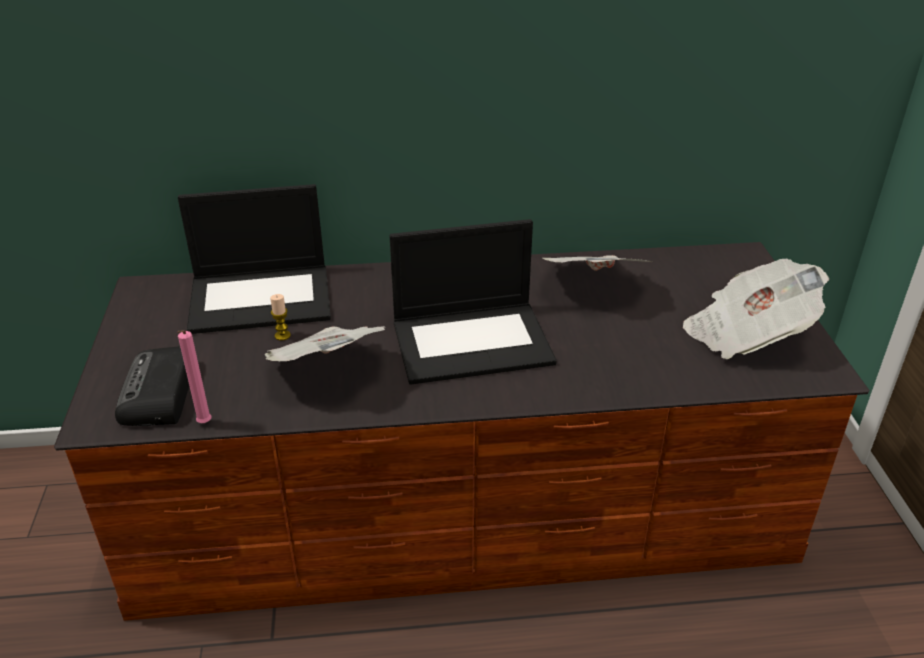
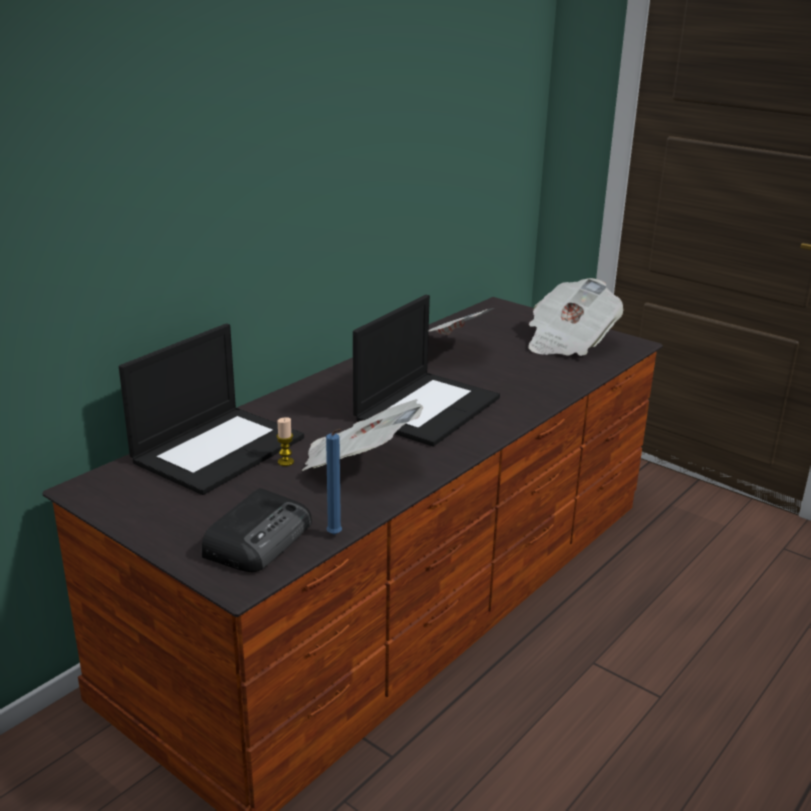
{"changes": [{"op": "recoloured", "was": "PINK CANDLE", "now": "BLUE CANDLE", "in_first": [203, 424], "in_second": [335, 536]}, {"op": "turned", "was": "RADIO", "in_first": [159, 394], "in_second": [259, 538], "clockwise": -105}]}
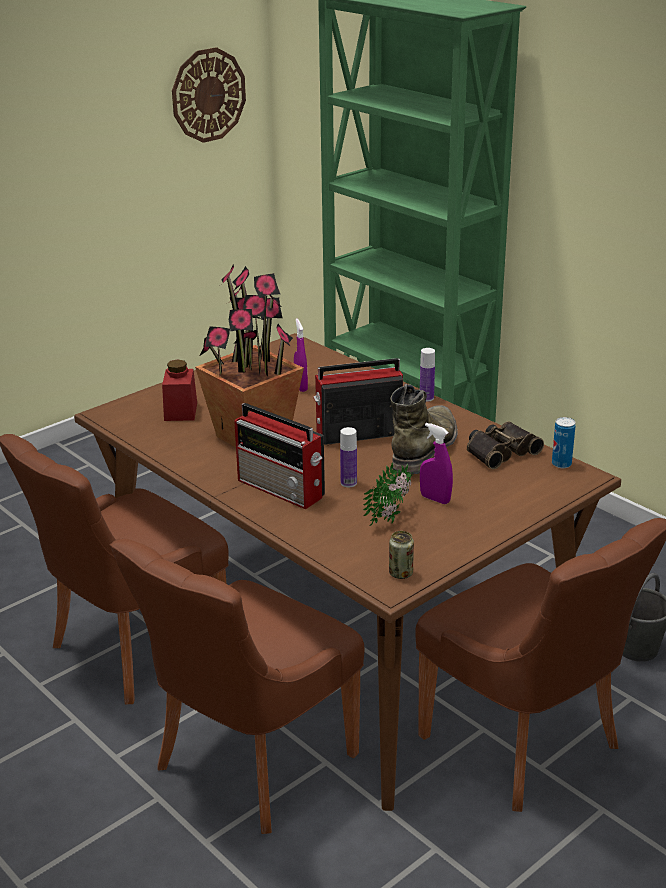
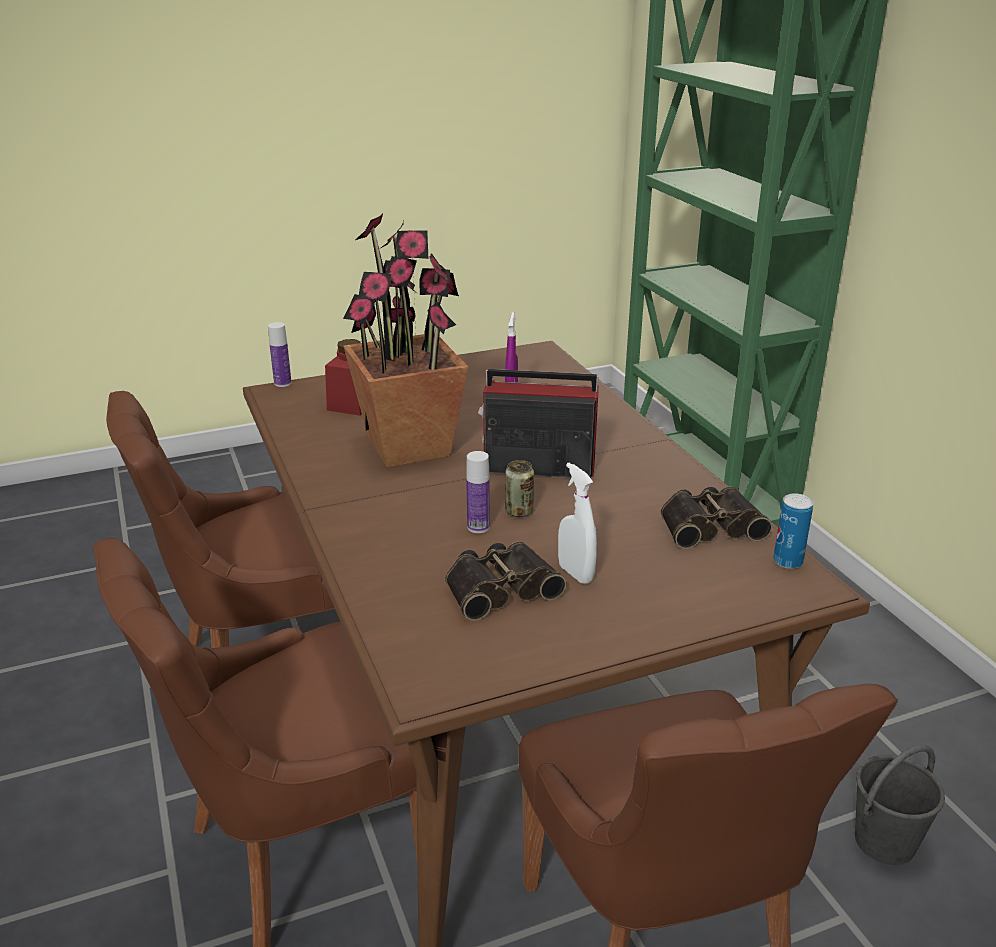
{"changes": [{"op": "removed", "was": "WALL CLOCK", "in_first": [208, 95]}, {"op": "moved", "was": "BOTTLE", "in_first": [426, 398], "in_second": [282, 383]}, {"op": "removed", "was": "GREEN BOOT", "in_first": [425, 448]}, {"op": "removed", "was": "RADIO", "in_first": [282, 489]}, {"op": "recoloured", "was": "PURPLE SPRAY BOTTLE", "now": "WHITE SPRAY BOTTLE", "in_first": [435, 499], "in_second": [575, 574]}, {"op": "replaced", "was": "POTTED PLANT", "now": "BINOCULARS", "in_first": [392, 518], "in_second": [499, 588]}, {"op": "moved", "was": "CAN", "in_first": [401, 573], "in_second": [519, 512]}]}
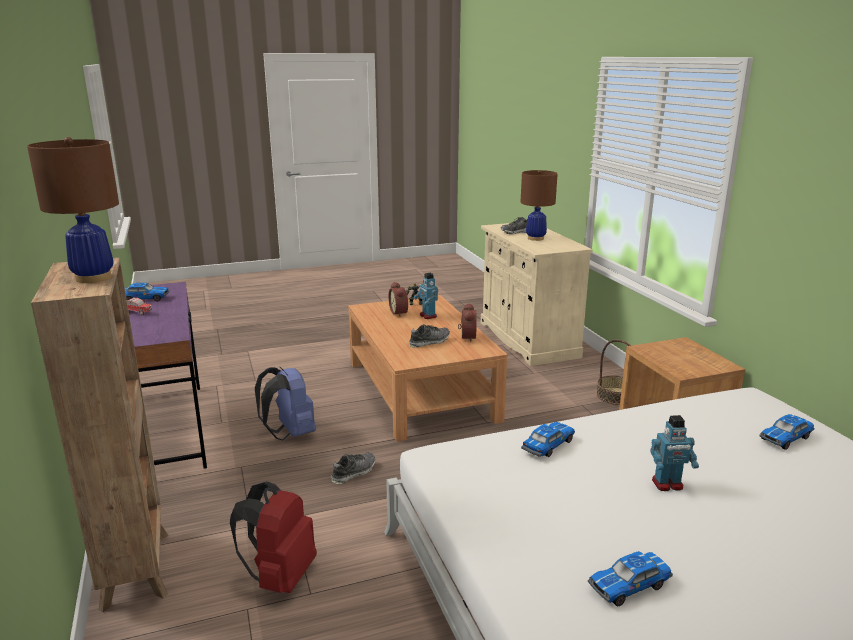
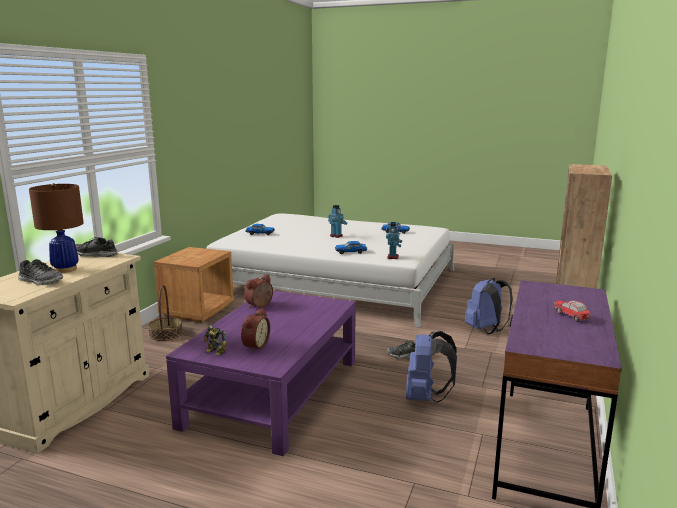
{"changes": [{"op": "removed", "was": "BROWN TABLE LAMP", "in_first": [93, 278]}, {"op": "moved", "was": "TOY ROBOT", "in_first": [427, 316], "in_second": [393, 257]}, {"op": "removed", "was": "TOY CAR", "in_first": [144, 299]}, {"op": "recoloured", "was": "BROWN COFFEE TABLE", "now": "PURPLE COFFEE TABLE", "in_first": [420, 390], "in_second": [273, 392]}, {"op": "moved", "was": "SHOE", "in_first": [429, 342], "in_second": [96, 255]}, {"op": "recoloured", "was": "RED BACKPACK", "now": "BLUE BACKPACK", "in_first": [280, 576], "in_second": [486, 330]}]}
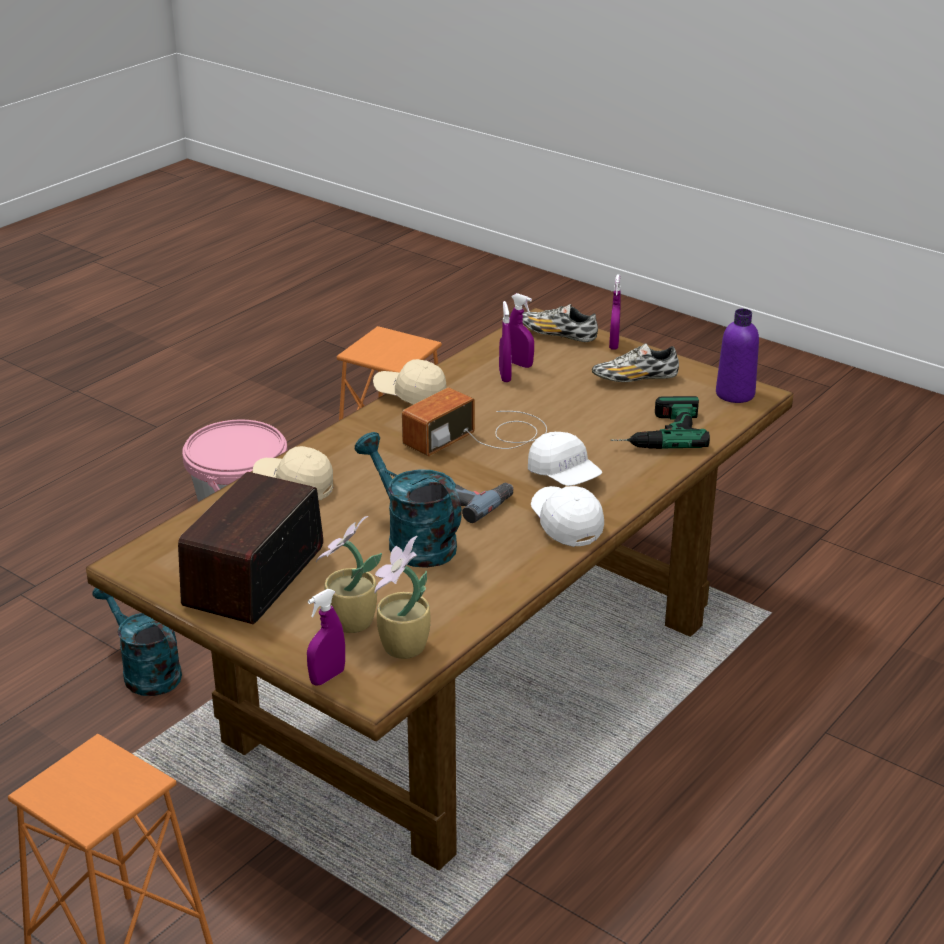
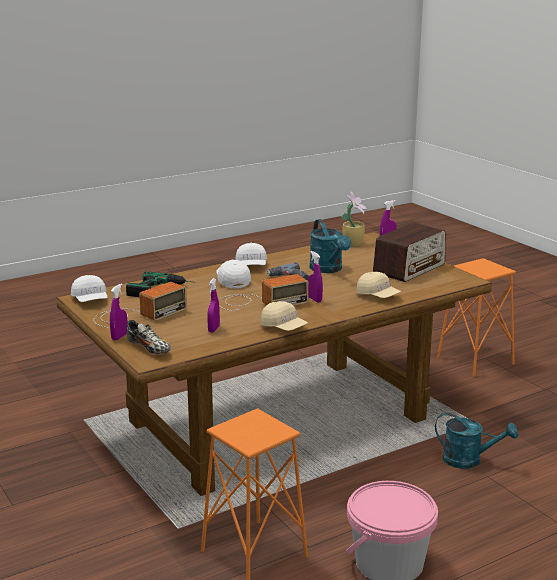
{"changes": [{"op": "moved", "was": "PURPLE SPRAY BOTTLE", "in_first": [519, 364], "in_second": [314, 299]}, {"op": "replaced", "was": "PURPLE BOTTLE", "now": "WHITE CAP", "in_first": [735, 394], "in_second": [90, 300]}, {"op": "replaced", "was": "SHOE", "now": "RADIO", "in_first": [635, 379], "in_second": [136, 315]}, {"op": "removed", "was": "POTTED PLANT", "in_first": [350, 623]}, {"op": "turned", "was": "TURQUOISE WATERING CAN", "in_first": [145, 671], "in_second": [469, 460], "clockwise": -45}]}
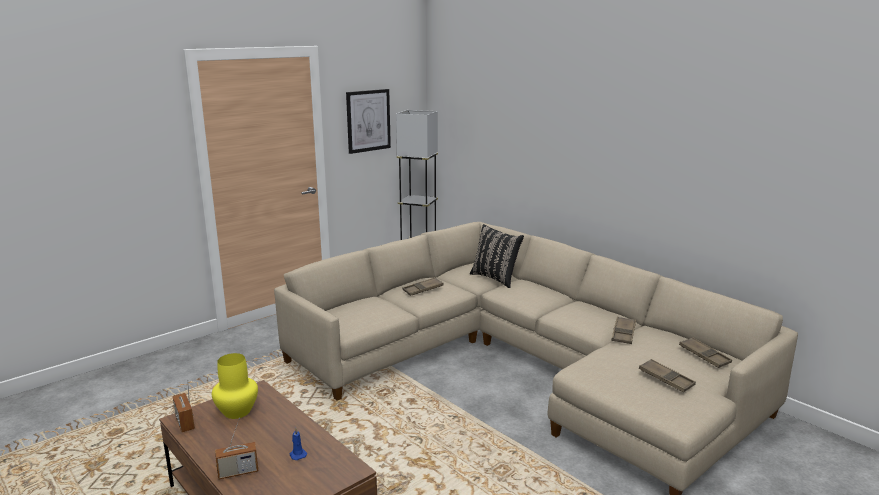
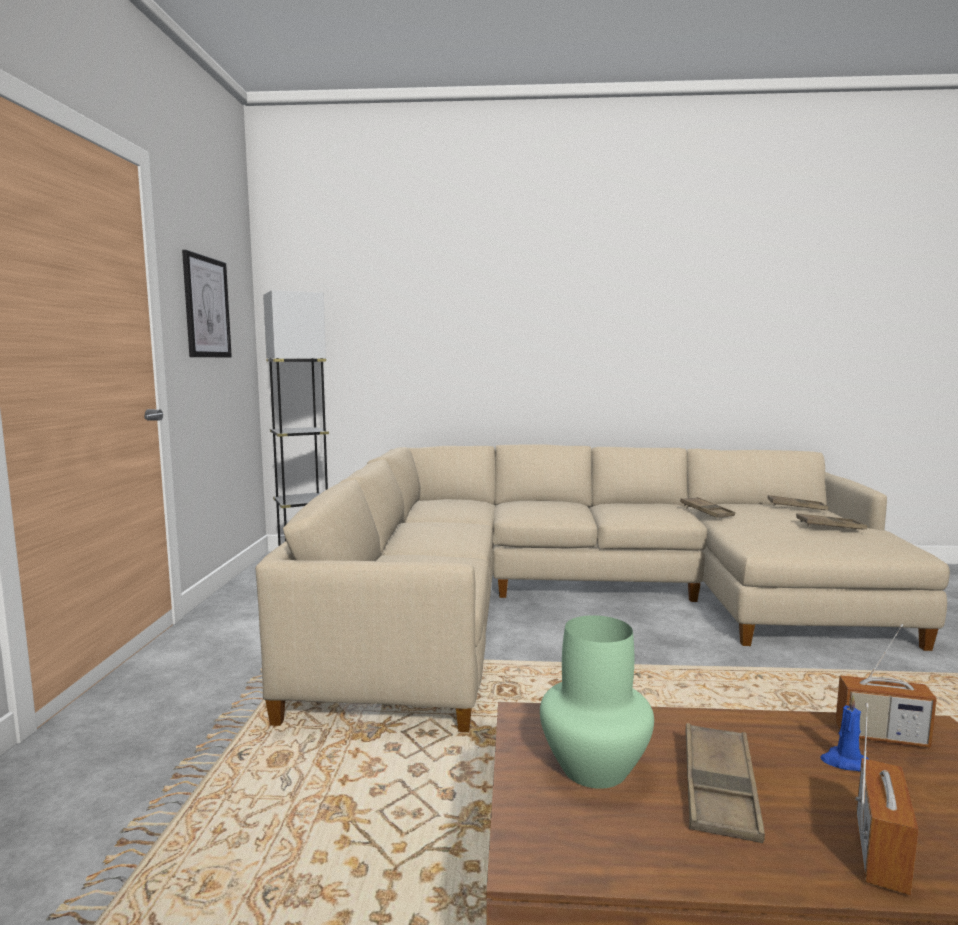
{"changes": [{"op": "removed", "was": "BLACK PILLOW", "in_first": [496, 278]}, {"op": "moved", "was": "BROWN TRAY", "in_first": [423, 289], "in_second": [719, 789]}, {"op": "recoloured", "was": "YELLOW VASE", "now": "GREEN VASE", "in_first": [236, 411], "in_second": [594, 769]}, {"op": "moved", "was": "RADIO", "in_first": [184, 423], "in_second": [881, 736]}]}
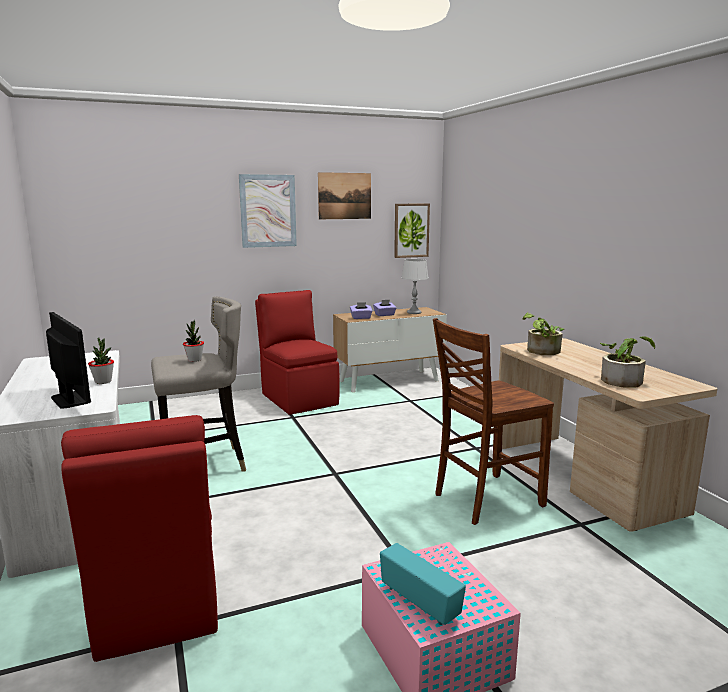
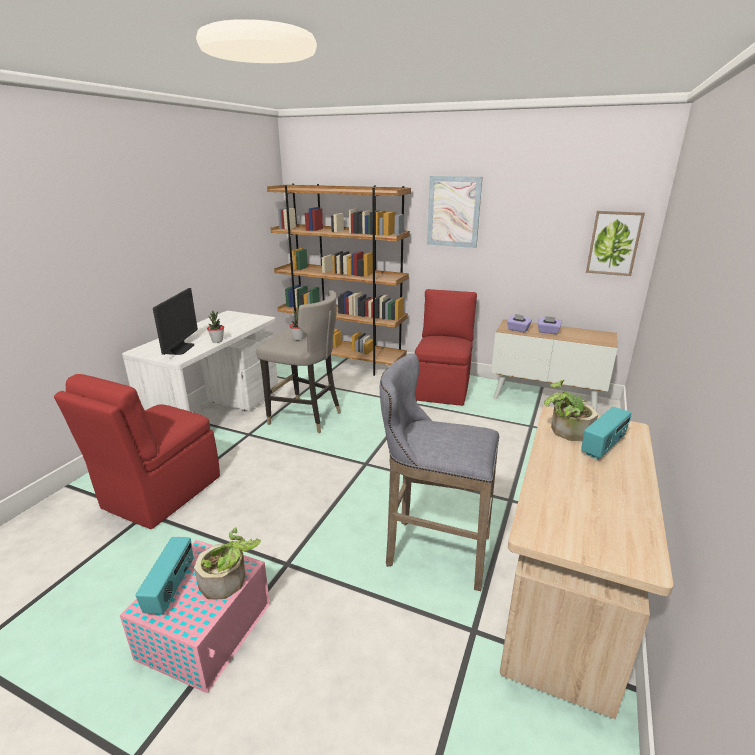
{"changes": [{"op": "removed", "was": "PICTURE", "in_first": [344, 196]}, {"op": "removed", "was": "GREY TABLE LAMP", "in_first": [414, 312]}, {"op": "replaced", "was": "BROWN CHAIR", "now": "GREY STOOL", "in_first": [485, 499], "in_second": [432, 551]}, {"op": "moved", "was": "POTTED PLANT", "in_first": [623, 380], "in_second": [229, 580]}, {"op": "added", "now": "BROWN BOOKCASE", "in_second": [343, 362]}, {"op": "added", "now": "RADIO", "in_second": [603, 447]}]}
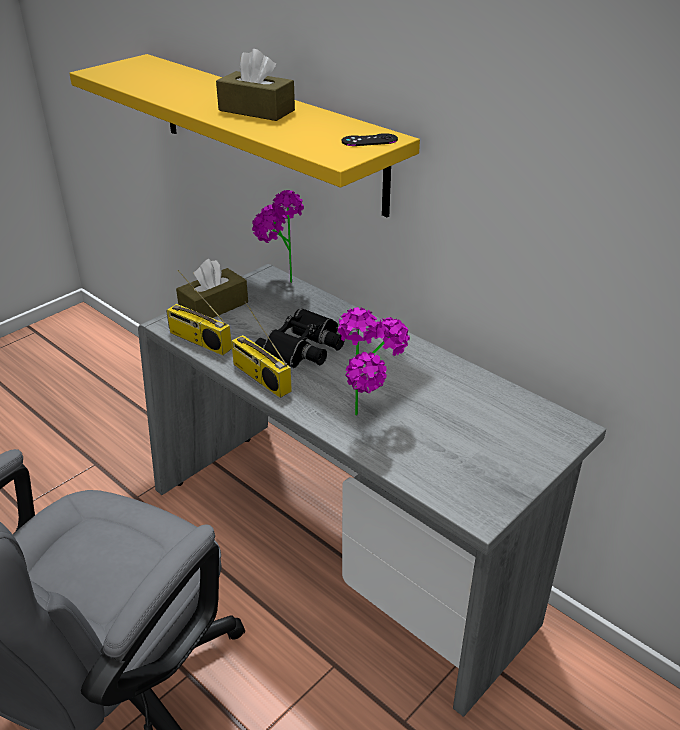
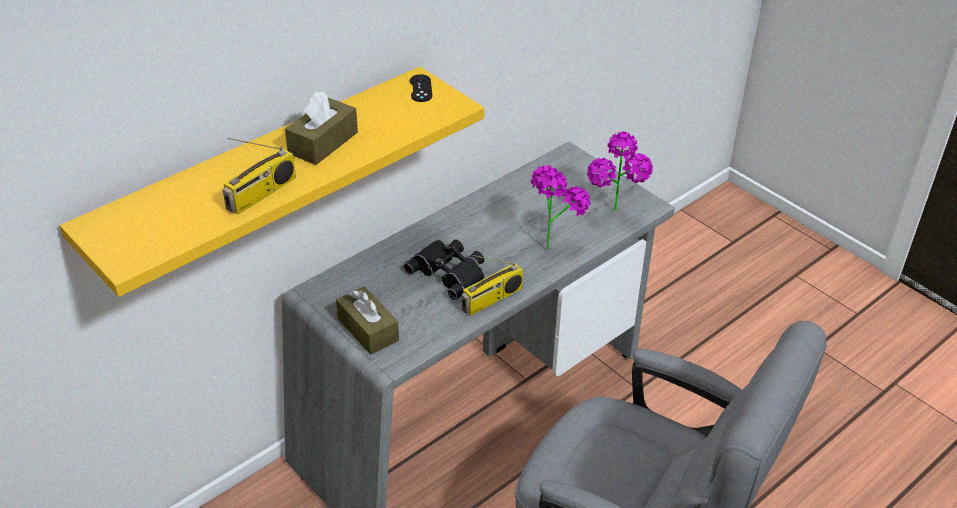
{"changes": [{"op": "moved", "was": "POTTED PLANT", "in_first": [278, 282], "in_second": [615, 217]}, {"op": "moved", "was": "RADIO", "in_first": [198, 340], "in_second": [261, 194]}]}
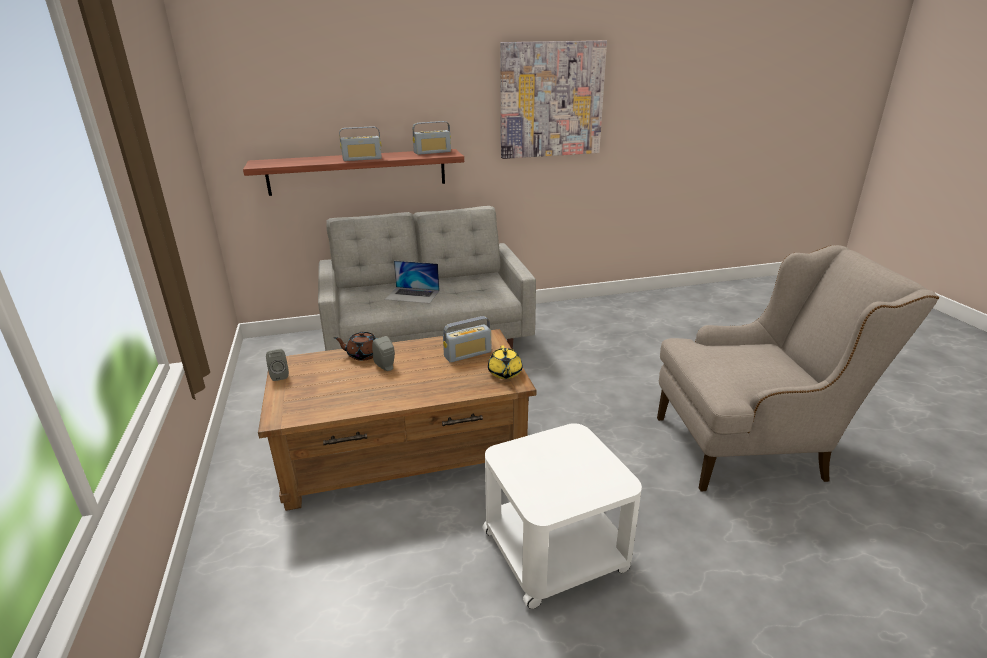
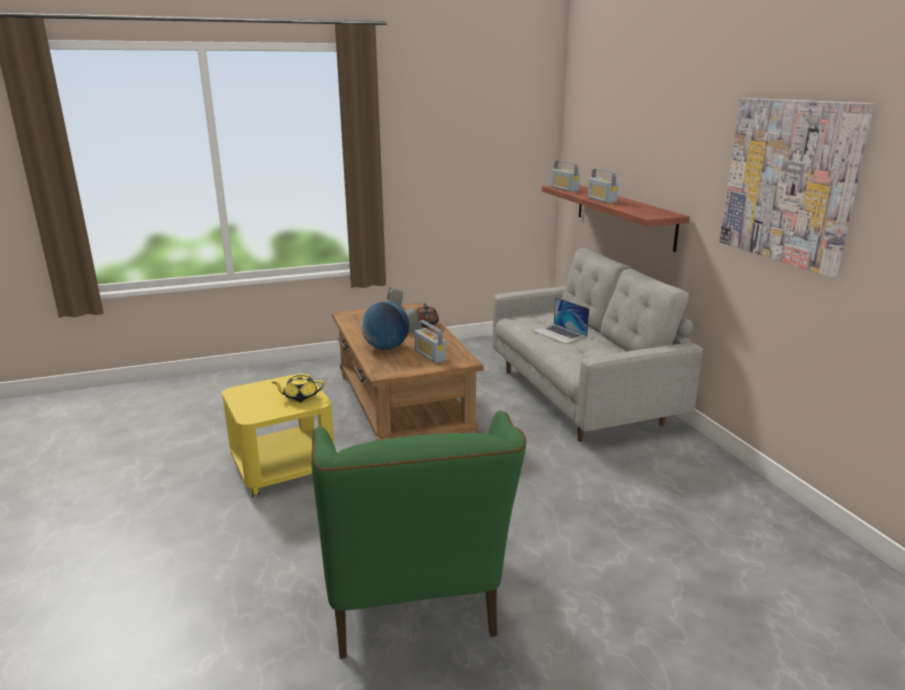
{"changes": [{"op": "moved", "was": "RADIO", "in_first": [432, 152], "in_second": [564, 189]}, {"op": "recoloured", "was": "BEIGE ARMCHAIR", "now": "GREEN ARMCHAIR", "in_first": [754, 446], "in_second": [412, 605]}, {"op": "turned", "was": "LAPTOP", "in_first": [412, 295], "in_second": [559, 333], "clockwise": -45}, {"op": "moved", "was": "YELLOW TEAPOT", "in_first": [505, 373], "in_second": [300, 398]}, {"op": "recoloured", "was": "WHITE SIDE TABLE", "now": "YELLOW SIDE TABLE", "in_first": [556, 549], "in_second": [283, 467]}, {"op": "added", "now": "GLOBE", "in_second": [386, 348]}]}
